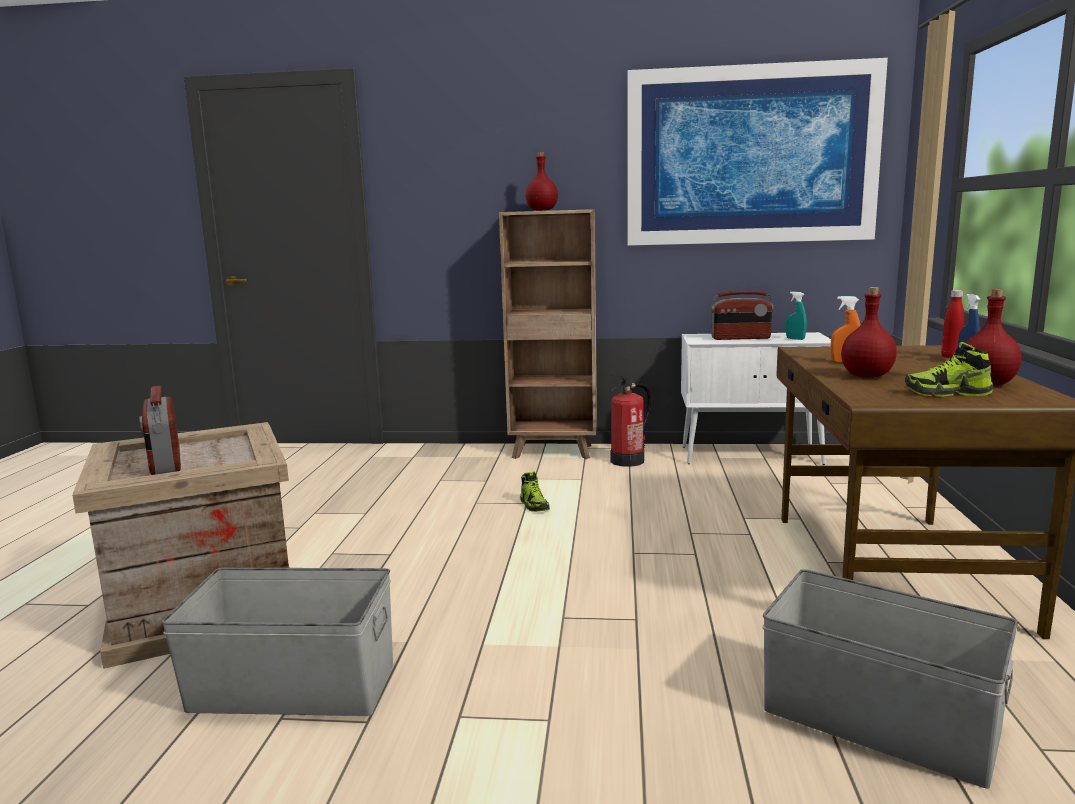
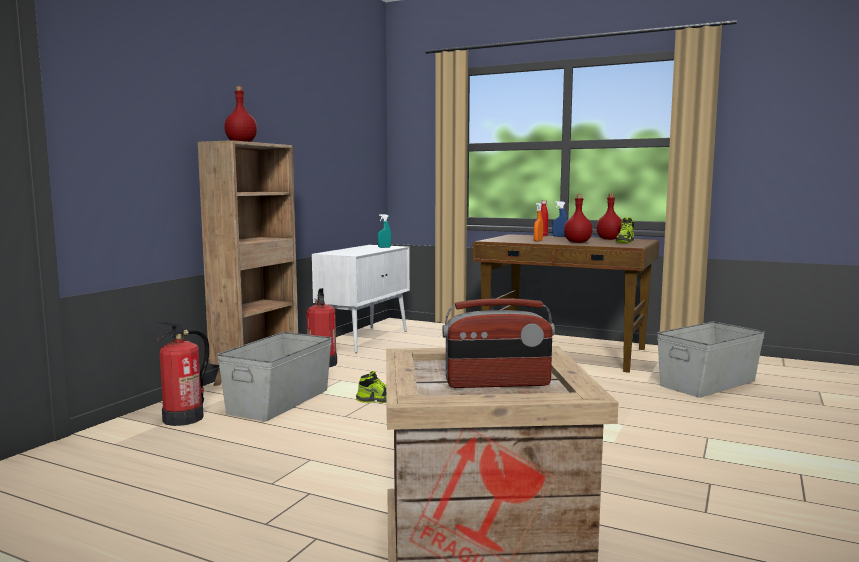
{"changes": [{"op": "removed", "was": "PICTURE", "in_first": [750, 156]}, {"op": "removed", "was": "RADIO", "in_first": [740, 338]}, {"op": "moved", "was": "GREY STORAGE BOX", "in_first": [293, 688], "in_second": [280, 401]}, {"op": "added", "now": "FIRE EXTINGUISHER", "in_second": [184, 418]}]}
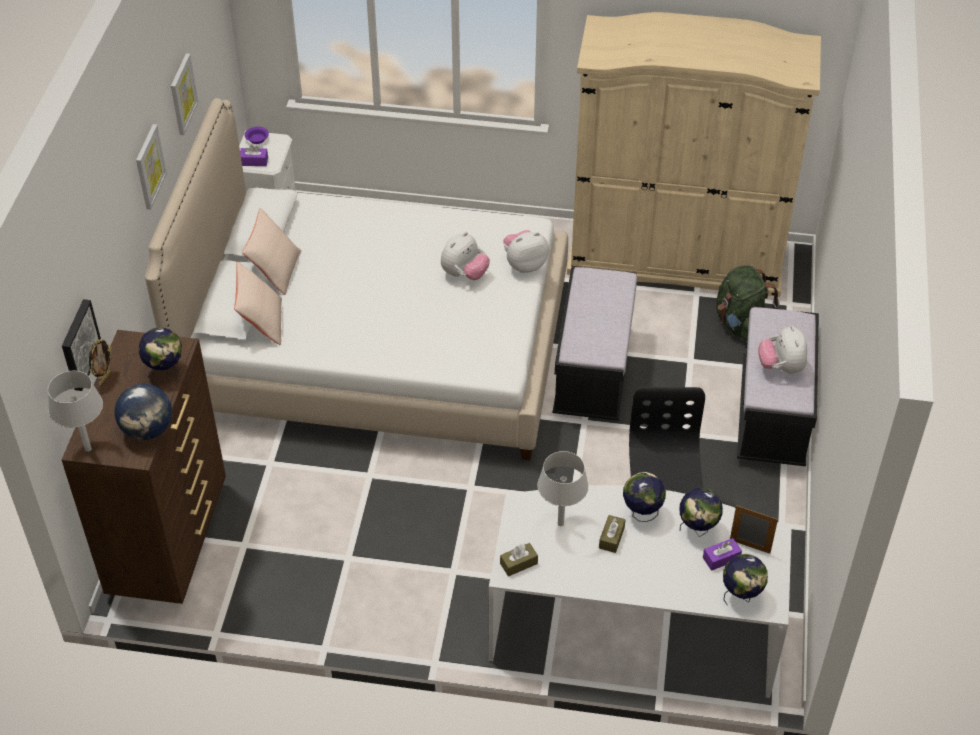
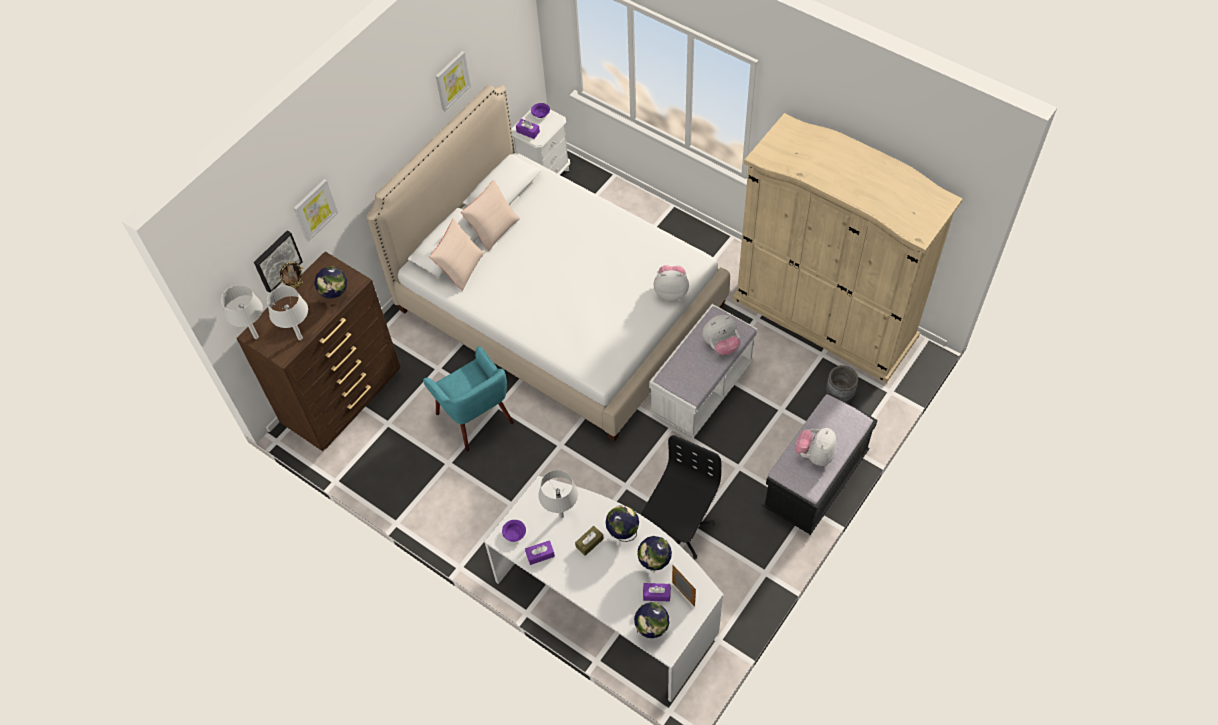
{"changes": [{"op": "moved", "was": "PICTURE", "in_first": [149, 166], "in_second": [314, 209]}, {"op": "moved", "was": "PLUSH TOY", "in_first": [464, 274], "in_second": [721, 344]}, {"op": "replaced", "was": "GREEN BACKPACK", "now": "GREY PLANTER", "in_first": [740, 323], "in_second": [839, 393]}, {"op": "recoloured", "was": "BLACK BENCH", "now": "WHITE BENCH", "in_first": [592, 372], "in_second": [701, 389]}, {"op": "replaced", "was": "GLOBE", "now": "GREY TABLE LAMP", "in_first": [148, 430], "in_second": [300, 338]}, {"op": "replaced", "was": "BROWN TISSUE BOX", "now": "PURPLE BOWL", "in_first": [518, 563], "in_second": [514, 533]}, {"op": "added", "now": "TURQUOISE ARMCHAIR", "in_second": [476, 418]}, {"op": "added", "now": "PURPLE TISSUE BOX", "in_second": [540, 554]}]}
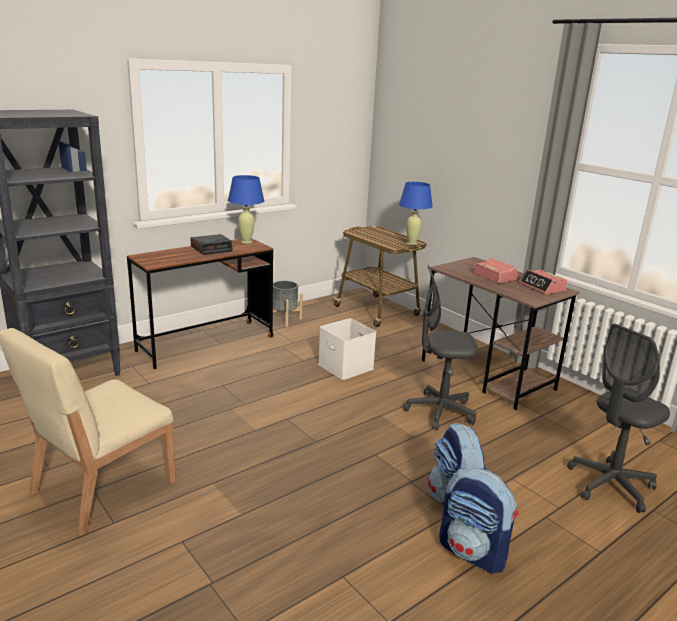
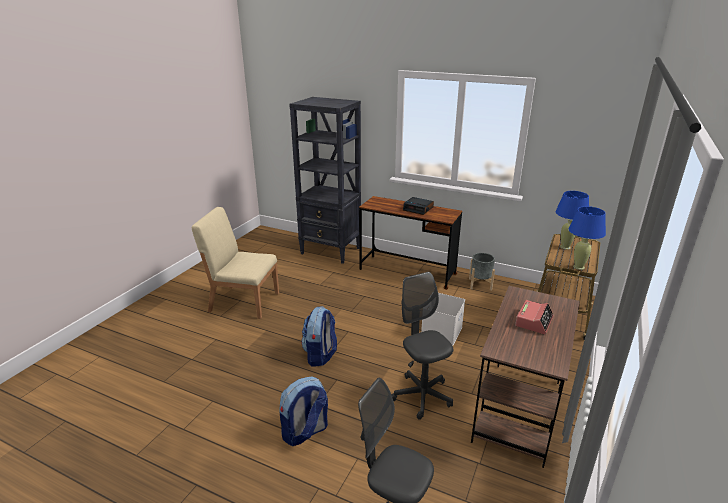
{"changes": [{"op": "moved", "was": "BLUE TABLE LAMP", "in_first": [246, 241], "in_second": [565, 247]}, {"op": "removed", "was": "ALARM CLOCK", "in_first": [542, 287]}, {"op": "moved", "was": "BACKPACK", "in_first": [473, 552], "in_second": [320, 355]}]}
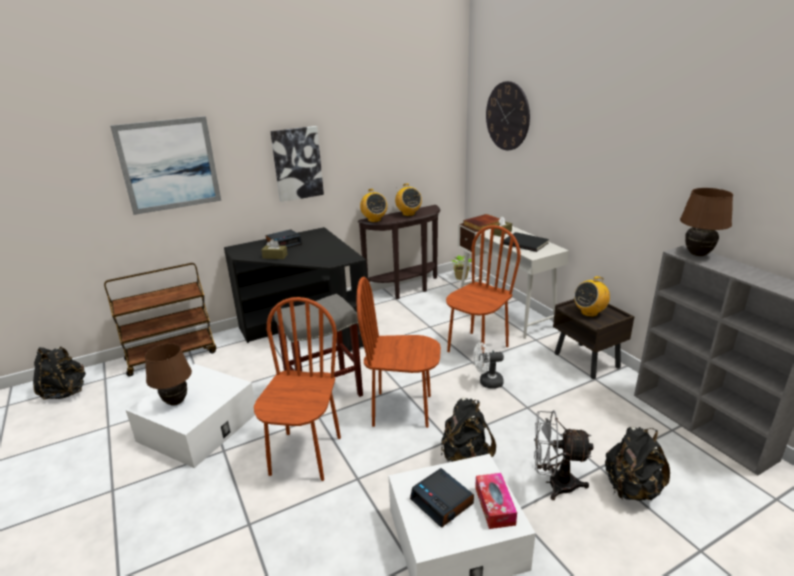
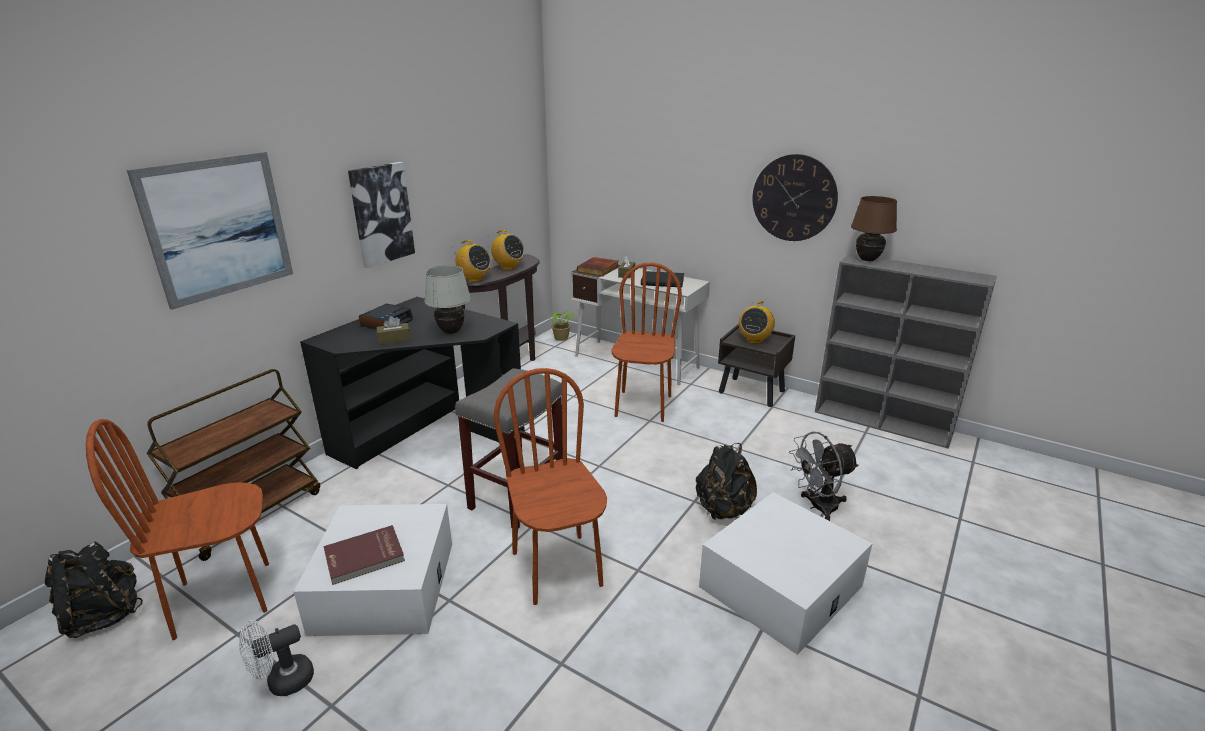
{"changes": [{"op": "moved", "was": "WALL CLOCK", "in_first": [507, 116], "in_second": [794, 198]}, {"op": "moved", "was": "BROWN CHAIR", "in_first": [402, 410], "in_second": [223, 598]}, {"op": "moved", "was": "WHITE FAN", "in_first": [487, 382], "in_second": [283, 682]}, {"op": "replaced", "was": "BROWN TABLE LAMP", "now": "RED BOOK", "in_first": [176, 402], "in_second": [364, 557]}, {"op": "removed", "was": "BLACK BACKPACK", "in_first": [631, 489]}, {"op": "removed", "was": "ALARM CLOCK", "in_first": [442, 502]}, {"op": "removed", "was": "TISSUE BOX", "in_first": [494, 506]}, {"op": "added", "now": "WHITE TABLE LAMP", "in_second": [451, 332]}]}
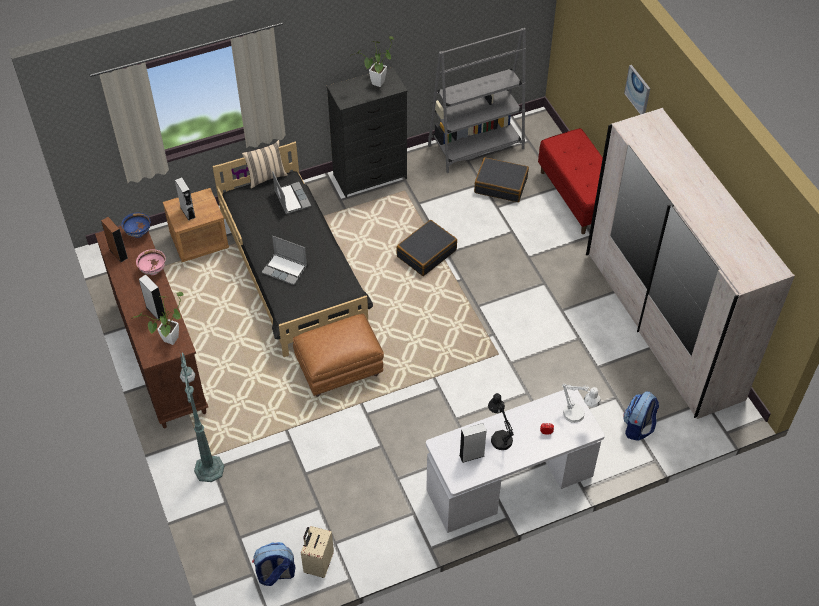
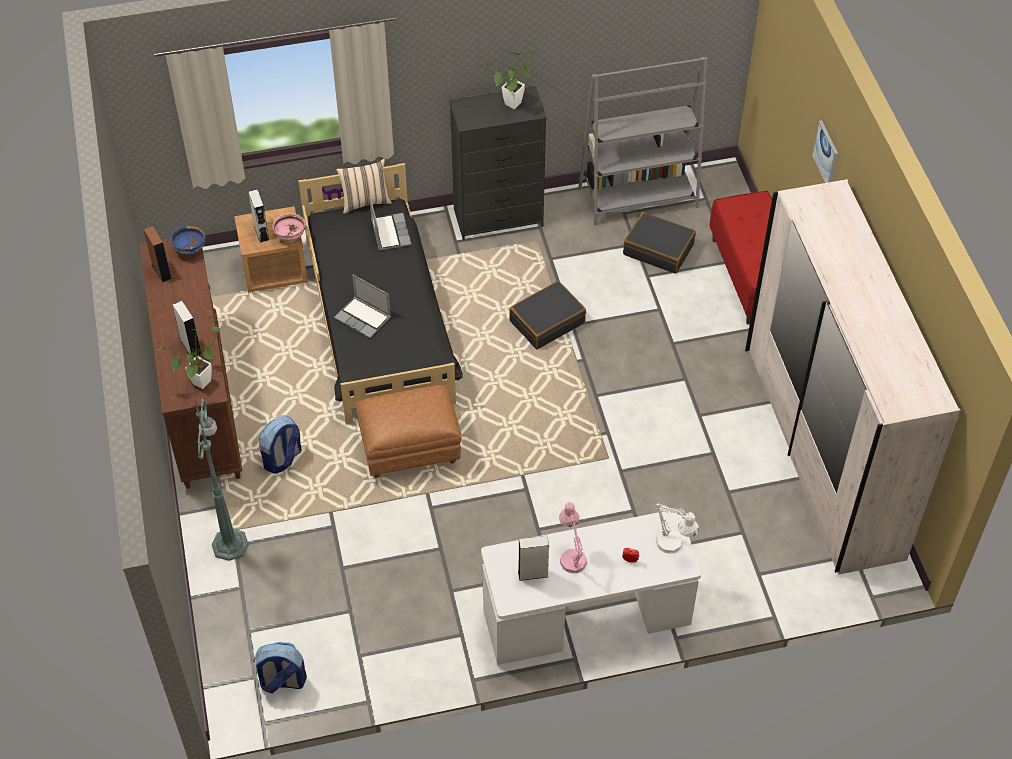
{"changes": [{"op": "moved", "was": "PINK BOWL", "in_first": [153, 270], "in_second": [290, 237]}, {"op": "moved", "was": "BACKPACK", "in_first": [638, 427], "in_second": [282, 459]}, {"op": "recoloured", "was": "BLACK TABLE LAMP", "now": "PINK TABLE LAMP", "in_first": [499, 437], "in_second": [571, 556]}, {"op": "removed", "was": "BEIGE SUITCASE", "in_first": [318, 564]}]}
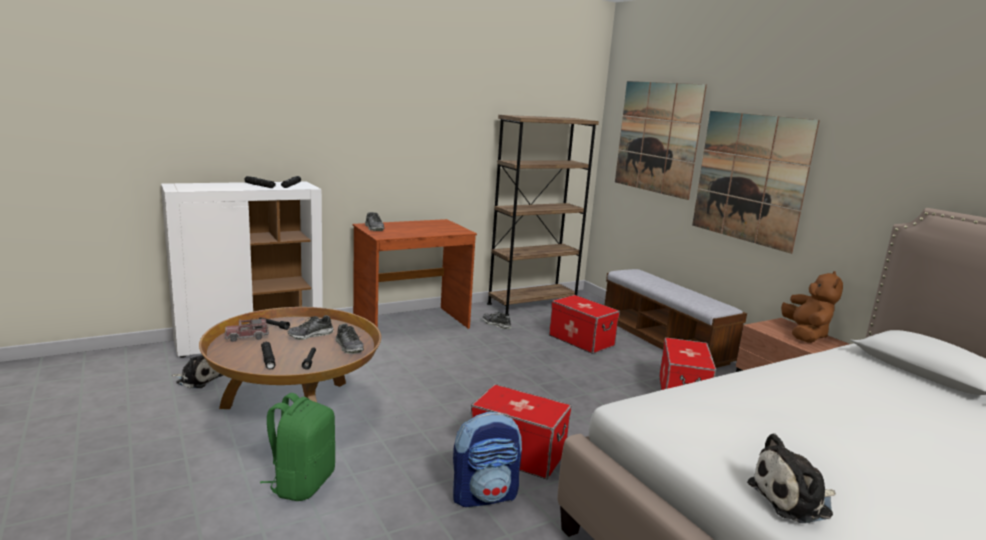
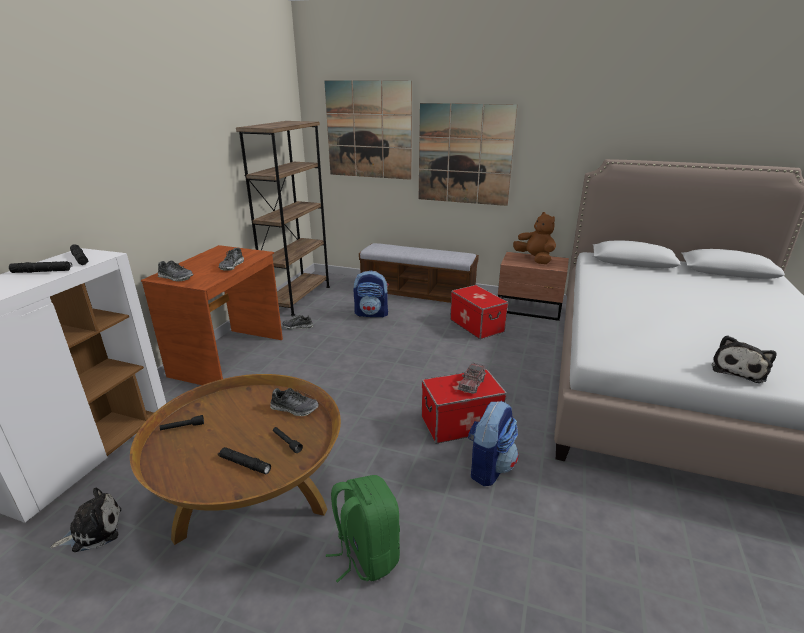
{"changes": [{"op": "replaced", "was": "STORAGE BOX", "now": "BACKPACK", "in_first": [581, 340], "in_second": [372, 314]}, {"op": "moved", "was": "SHOE", "in_first": [311, 335], "in_second": [232, 266]}, {"op": "moved", "was": "TOY TRUCK", "in_first": [247, 337], "in_second": [471, 384]}]}
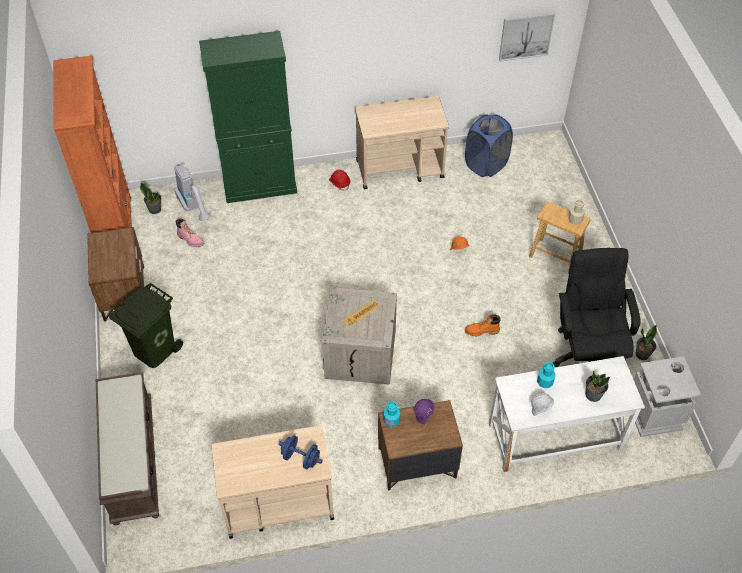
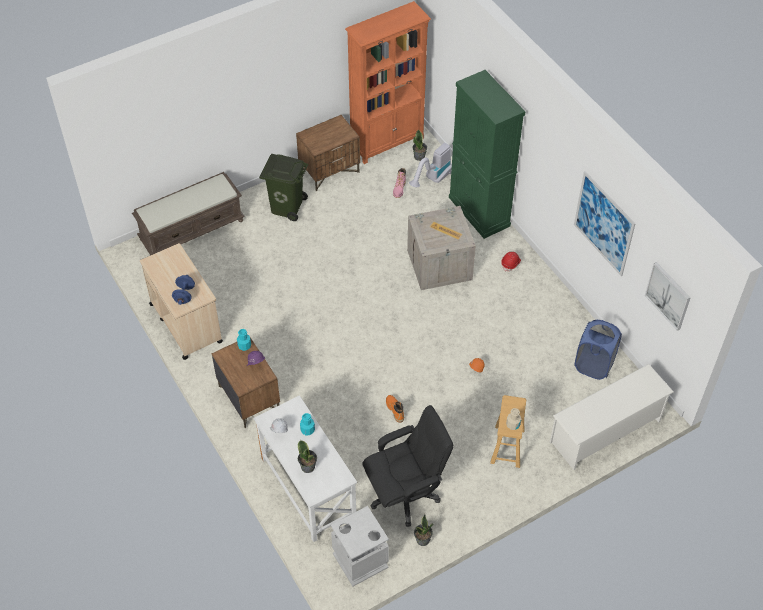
{"changes": [{"op": "removed", "was": "BEIGE CART", "in_first": [400, 169]}, {"op": "moved", "was": "CRATE", "in_first": [359, 353], "in_second": [440, 264]}, {"op": "added", "now": "PICTURE", "in_second": [603, 223]}, {"op": "added", "now": "WHITE SHOE RACK", "in_second": [605, 431]}]}
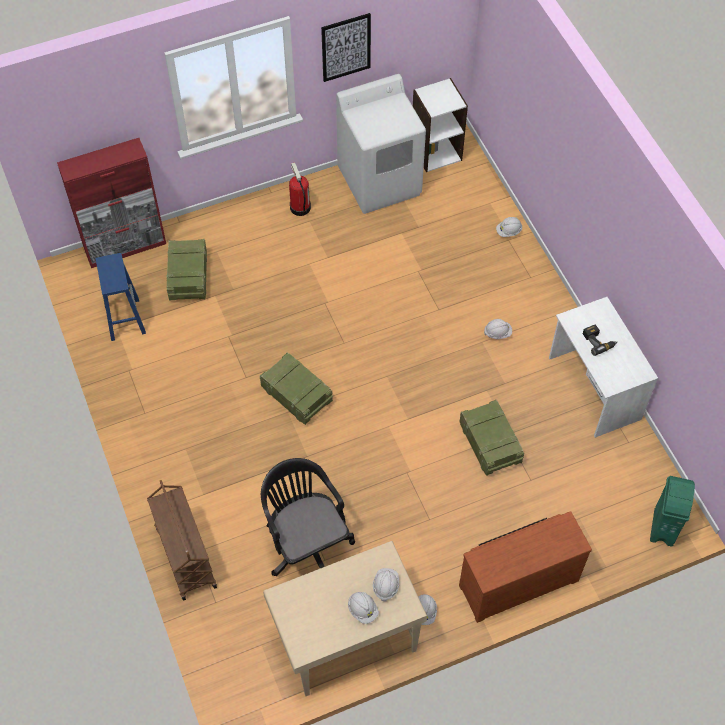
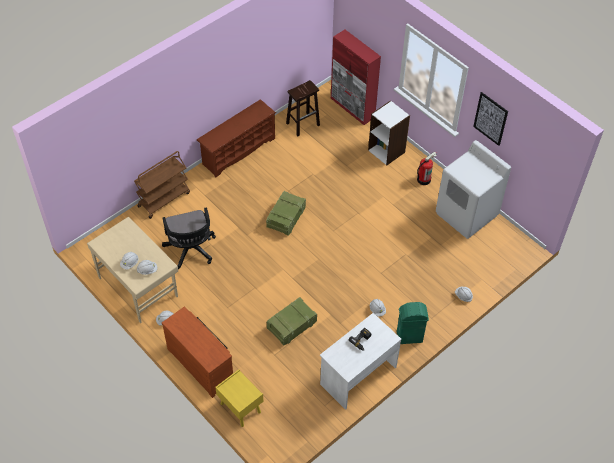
{"changes": [{"op": "moved", "was": "WHITE BOOKCASE", "in_first": [436, 152], "in_second": [387, 151]}, {"op": "removed", "was": "CRATE", "in_first": [188, 276]}, {"op": "recoloured", "was": "BLUE STOOL", "now": "BROWN STOOL", "in_first": [124, 319], "in_second": [303, 124]}, {"op": "turned", "was": "BLACK OFFICE CHAIR", "in_first": [306, 542], "in_second": [191, 251], "clockwise": 120}, {"op": "moved", "was": "GREEN TRASH CAN", "in_first": [663, 527], "in_second": [409, 337]}, {"op": "added", "now": "BROWN SHOE RACK", "in_second": [238, 151]}, {"op": "added", "now": "YELLOW NIGHTSTAND", "in_second": [240, 408]}]}
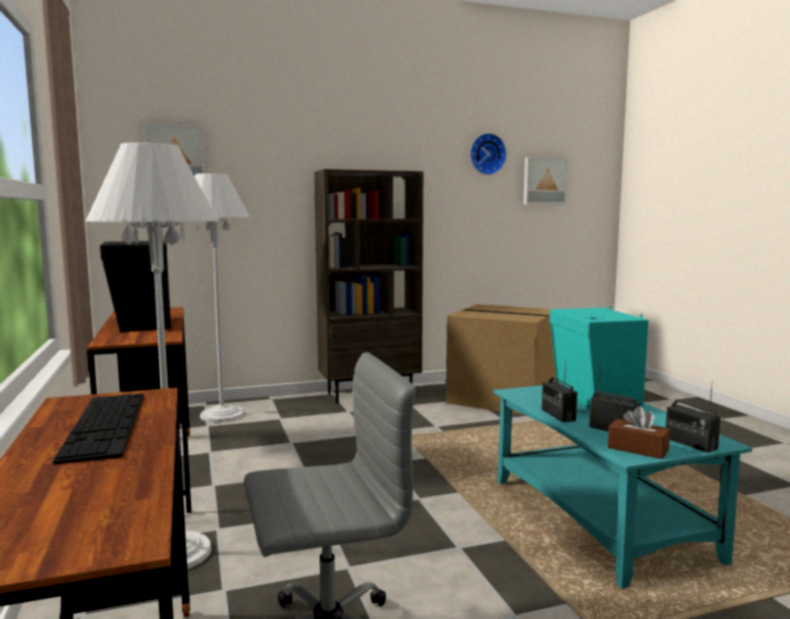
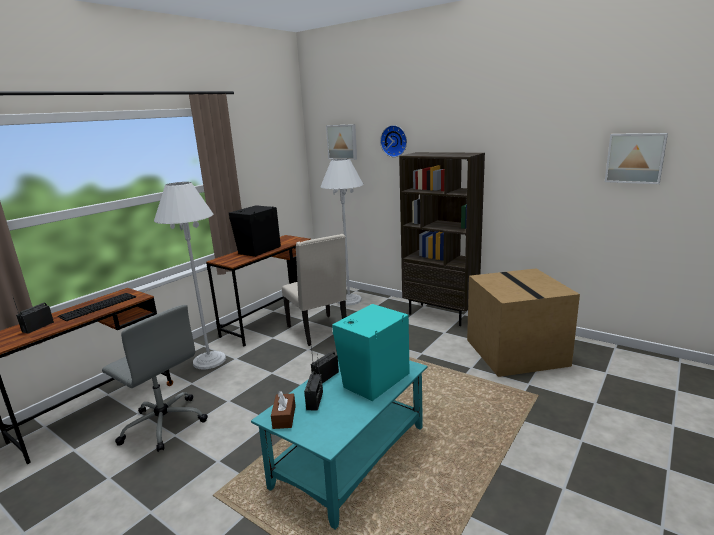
{"changes": [{"op": "moved", "was": "WALL CLOCK", "in_first": [486, 154], "in_second": [394, 141]}, {"op": "moved", "was": "RADIO", "in_first": [690, 443], "in_second": [38, 327]}, {"op": "added", "now": "BEIGE CHAIR", "in_second": [319, 331]}]}
